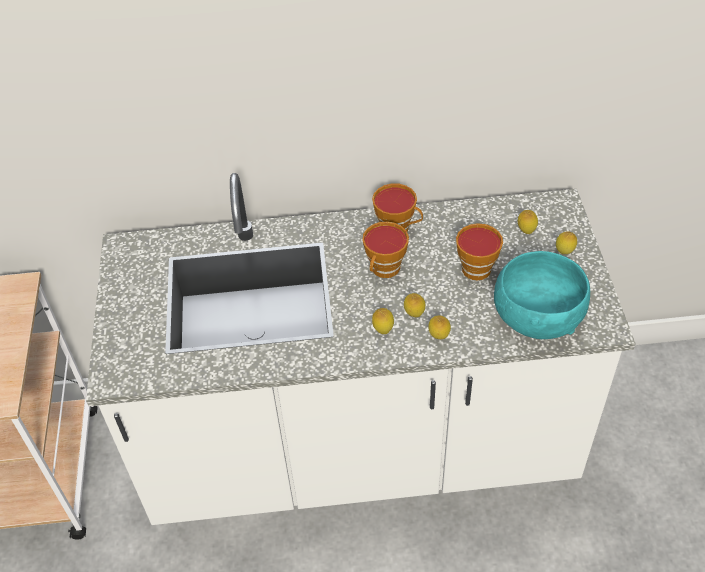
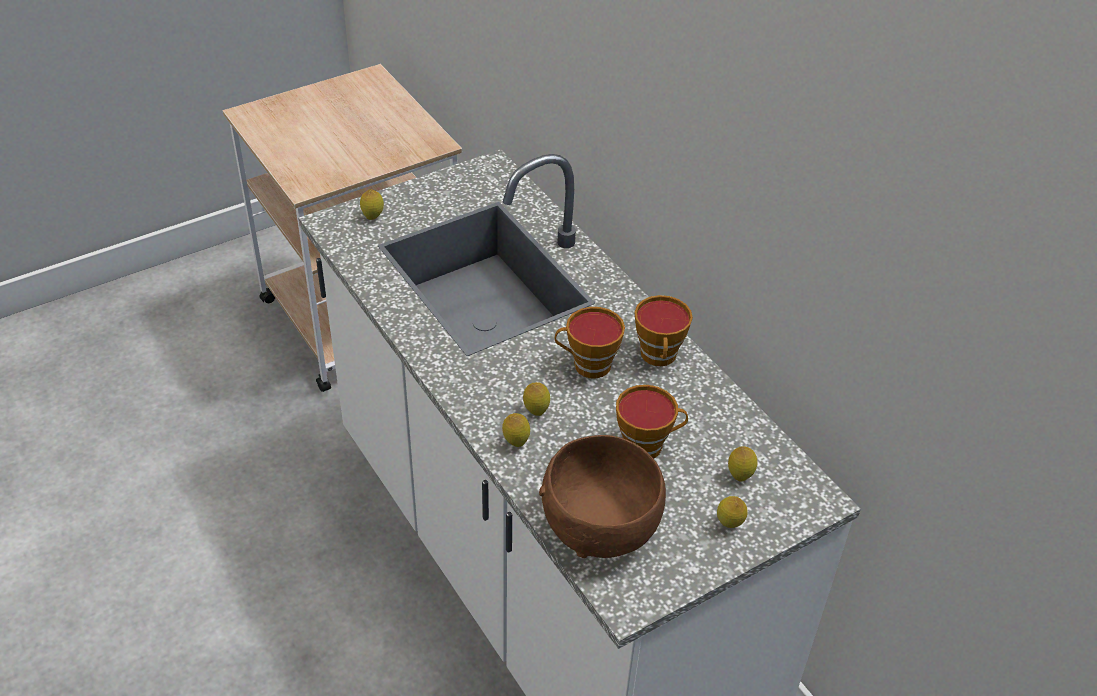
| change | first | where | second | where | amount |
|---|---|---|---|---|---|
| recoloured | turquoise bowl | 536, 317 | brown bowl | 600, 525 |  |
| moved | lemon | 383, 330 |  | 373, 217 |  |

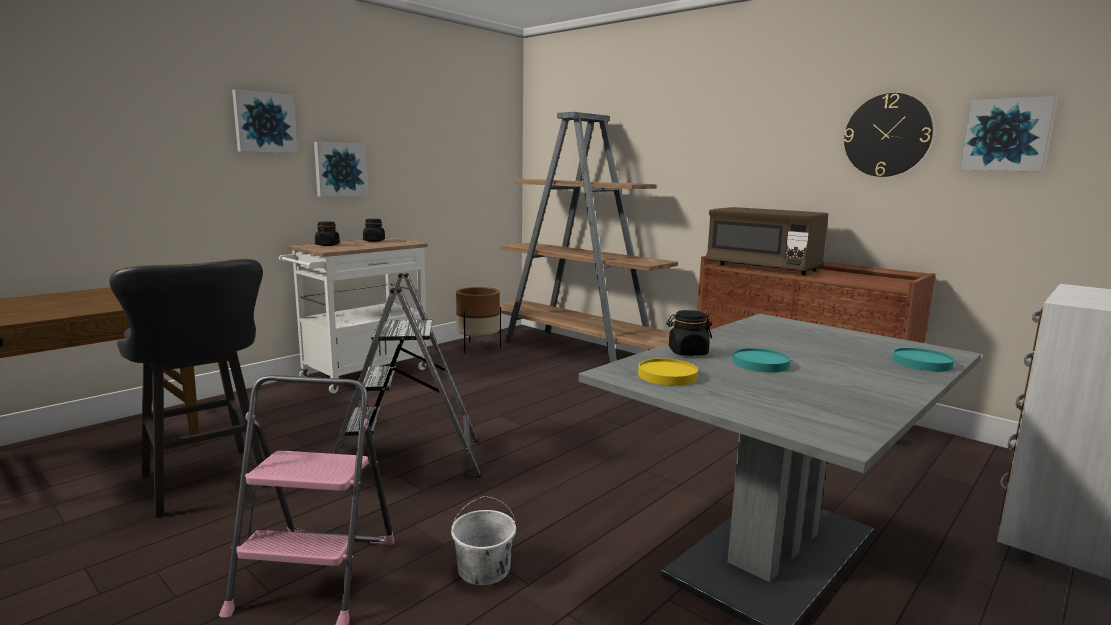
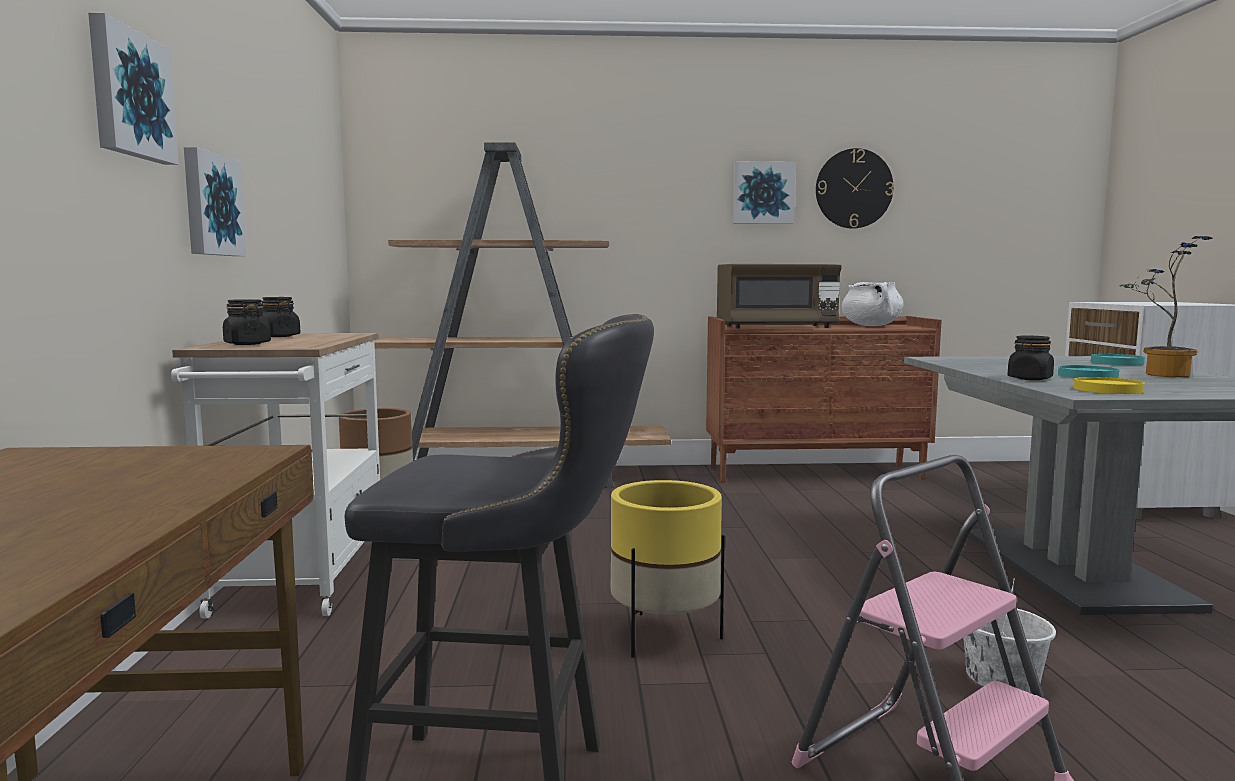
| change | first | where | second | where | amount |
|---|---|---|---|---|---|
| moved | picture | 1006, 135 |  | 763, 193 |  |
| replaced | grey step ladder | 408, 460 | yellow planter | 664, 636 |  |
| added |  |  | potted plant | 1160, 375 |  |
| added |  |  | white cooking pot | 871, 326 |  |

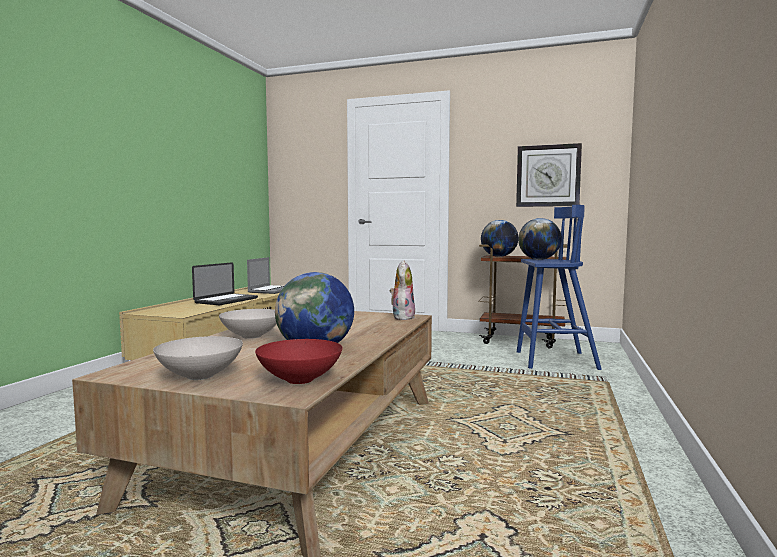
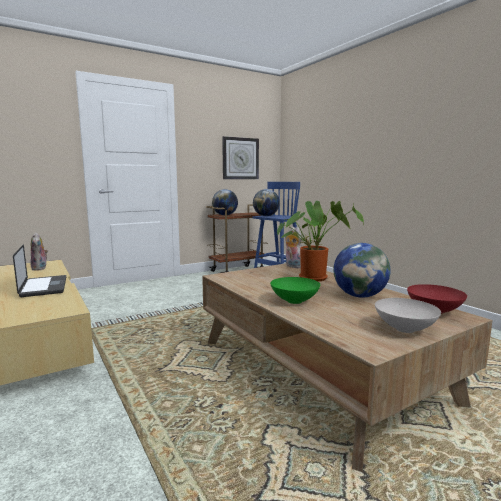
| change | first | where | second | where | amount |
|---|---|---|---|---|---|
| replaced | laptop | 271, 290 | plush toy | 40, 268 |  |
| recoloured | white bowl | 252, 336 | green bowl | 295, 301 |  |
| added |  |  | potted plant | 315, 277 |  |

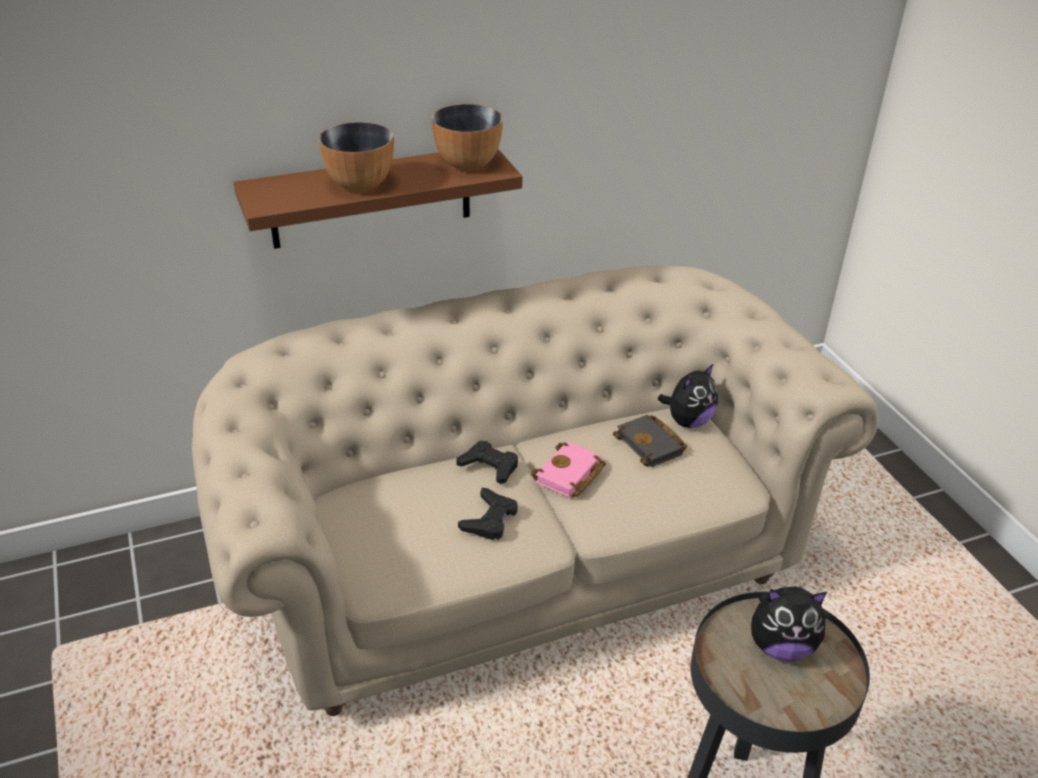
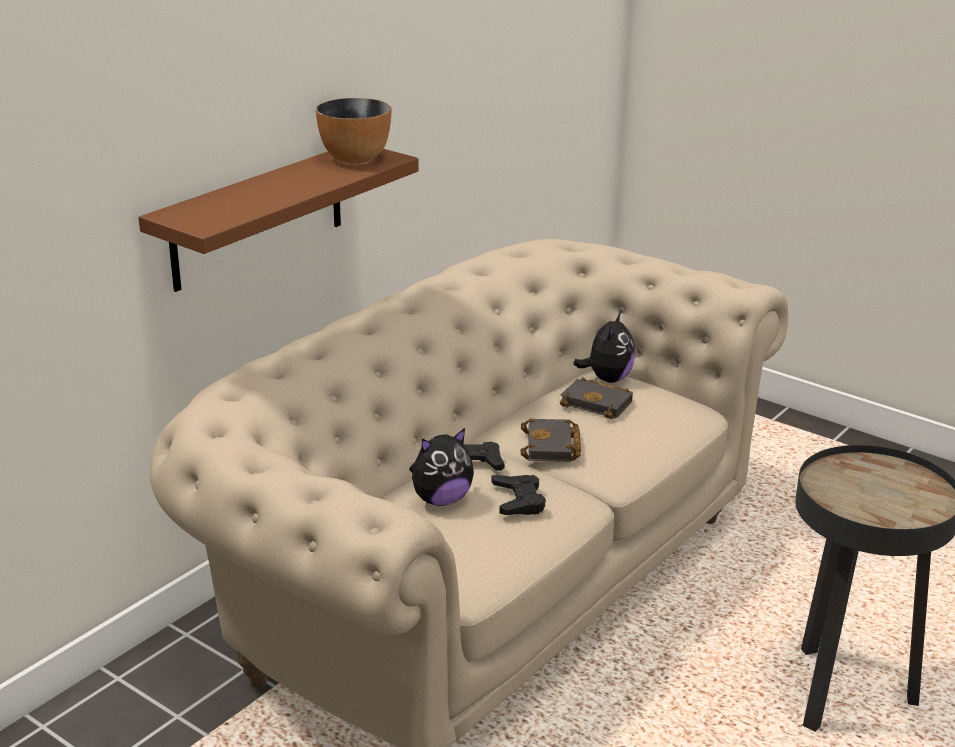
| change | first | where | second | where | amount |
|---|---|---|---|---|---|
| removed | bowl | 360, 184 |  |  |  |
| recoloured | pink book | 569, 476 | black book | 552, 447 |  |
| moved | plush toy | 781, 646 |  | 441, 500 |  |

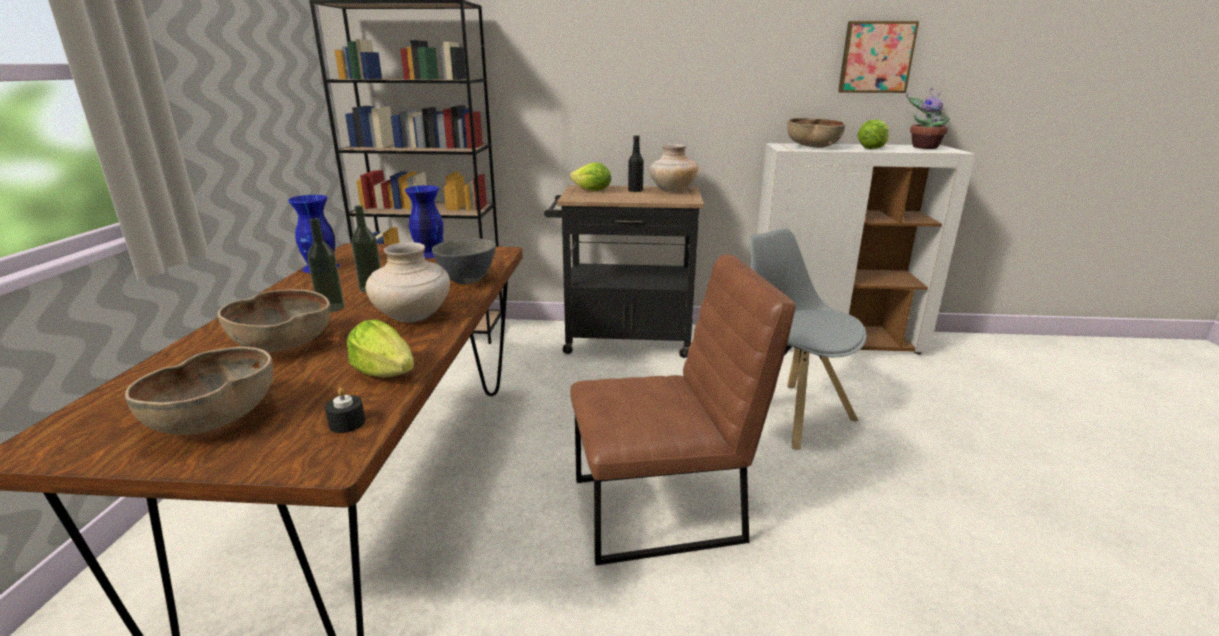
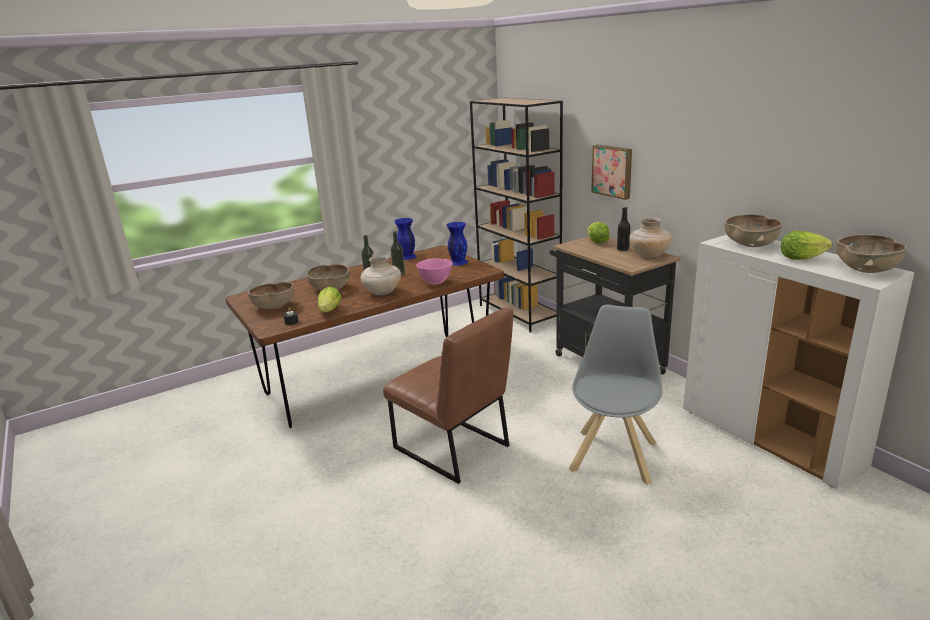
| change | first | where | second | where | amount |
|---|---|---|---|---|---|
| moved | picture | 876, 57 |  | 613, 171 |  |
| replaced | potted plant | 923, 147 | brown bowl | 866, 269 |  |
| recoloured | grey bowl | 466, 281 | pink bowl | 435, 283 |  |

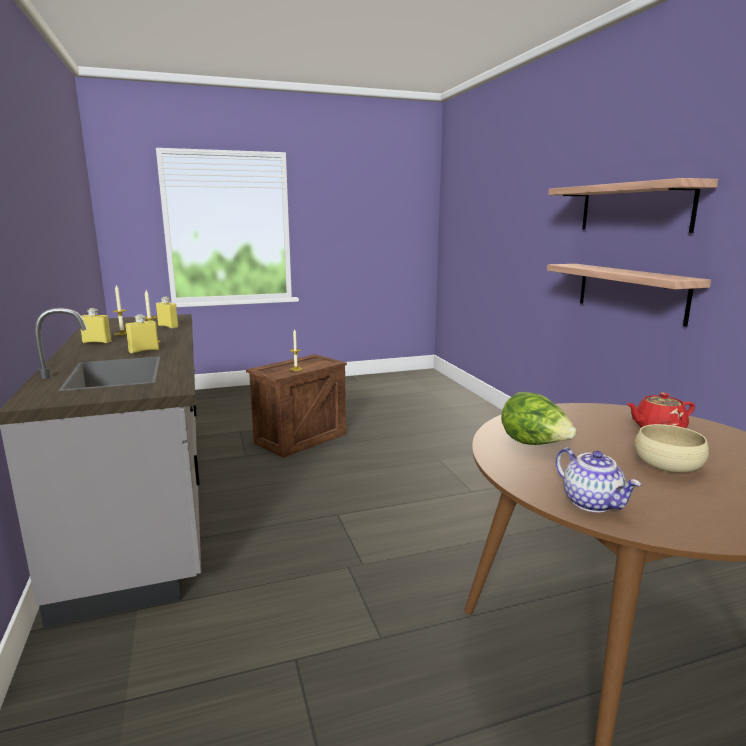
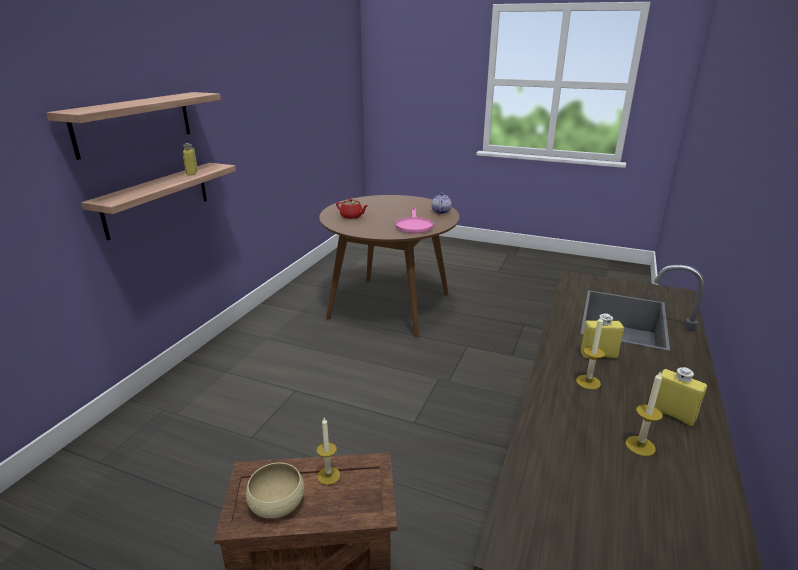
| change | first | where | second | where | amount |
|---|---|---|---|---|---|
| moved | yellow bottle | 168, 326 |  | 192, 173 |  |
| replaced | lettuce | 534, 444 | pink frying pan | 413, 226 |  |
| moved | beige bowl | 667, 465 |  | 277, 502 |  |

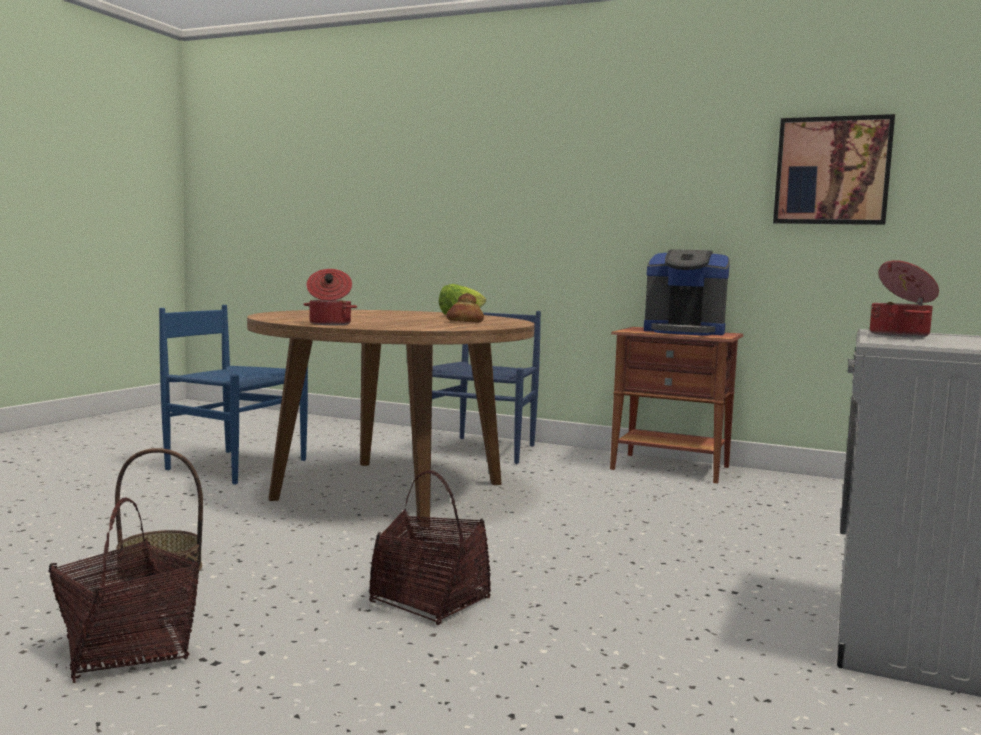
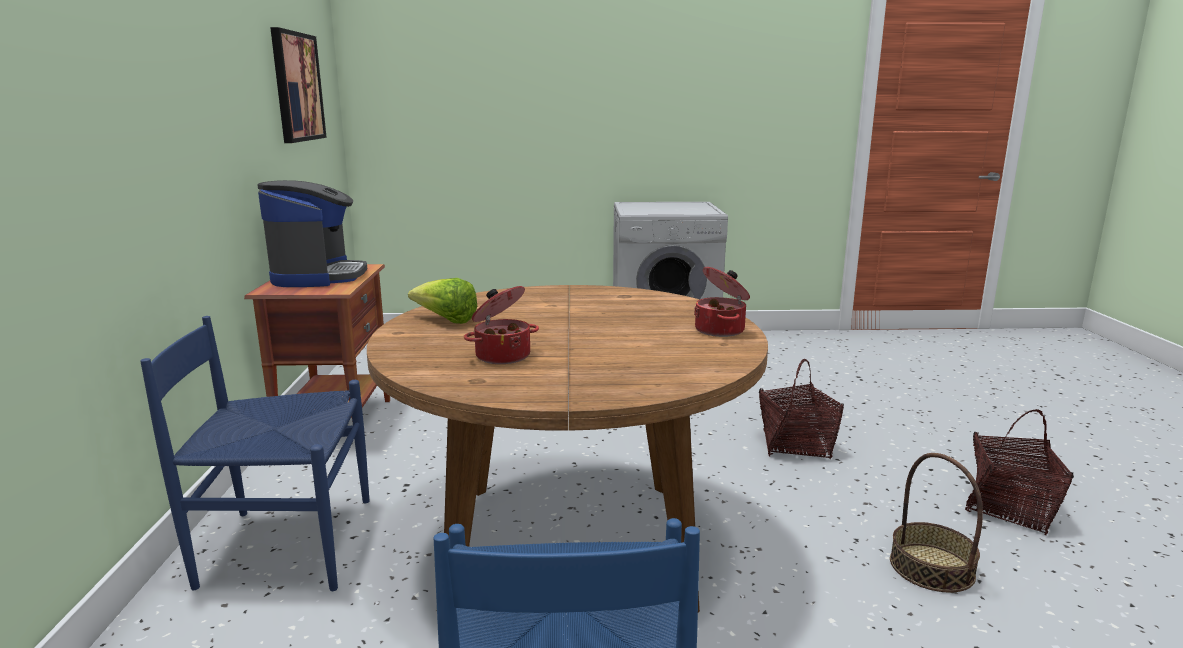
| change | first | where | second | where | amount |
|---|---|---|---|---|---|
| moved | cooking pot | 900, 335 |  | 502, 355 |  |
| removed | bread | 464, 322 |  |  |  |

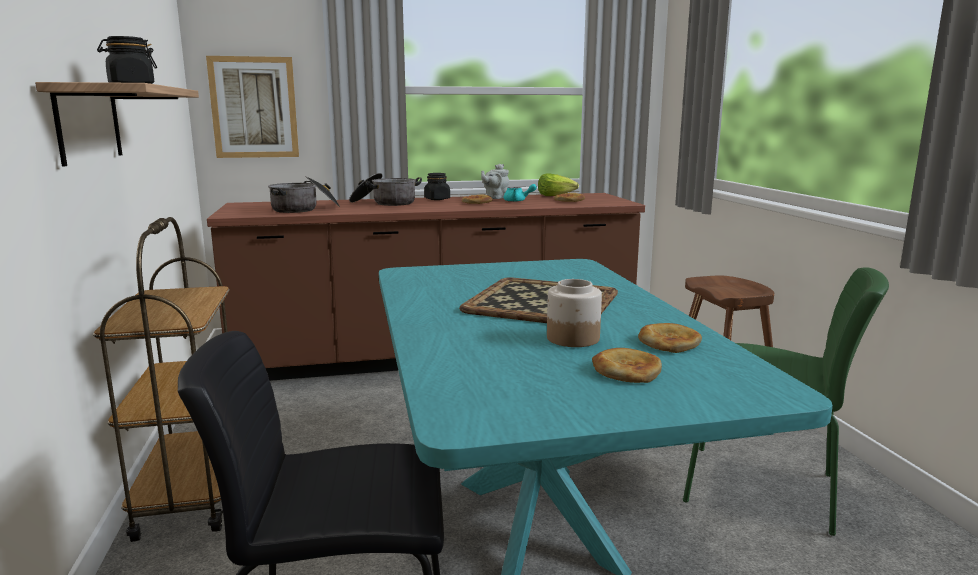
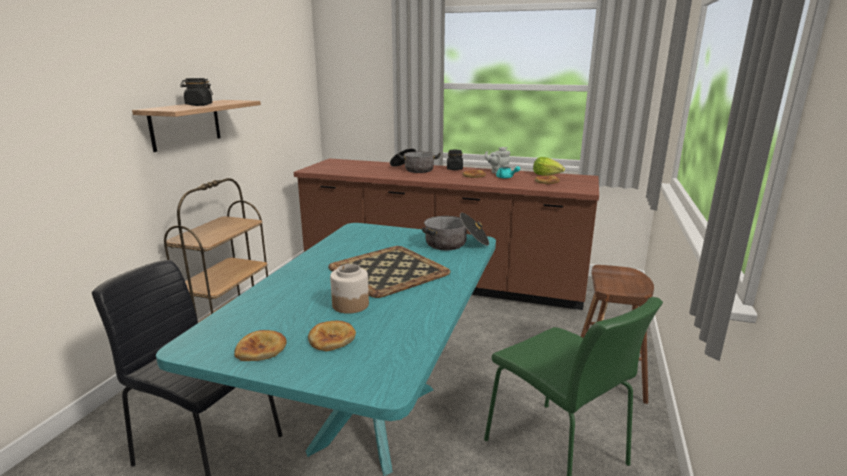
| change | first | where | second | where | amount |
|---|---|---|---|---|---|
| removed | picture | 254, 107 |  |  |  |
| moved | cooking pot | 305, 209 |  | 456, 244 |  |
| moved | bread | 669, 342 |  | 261, 349 |  |

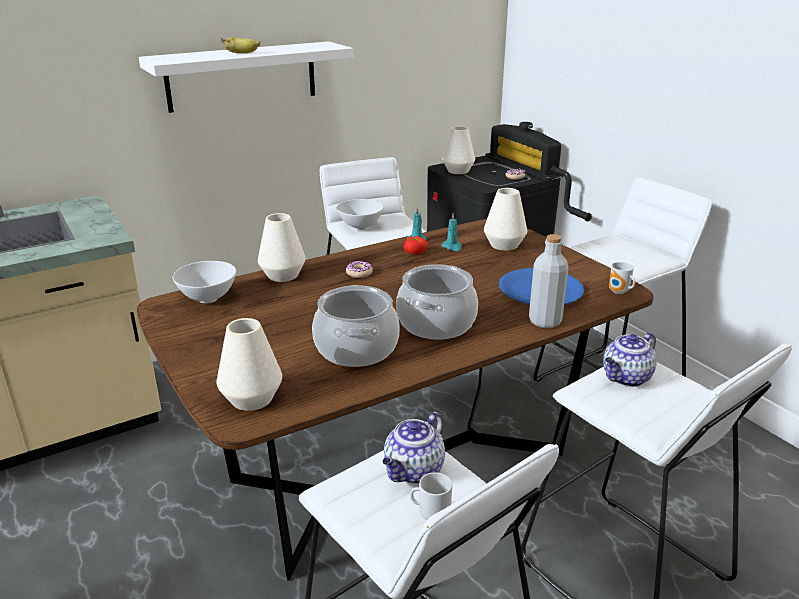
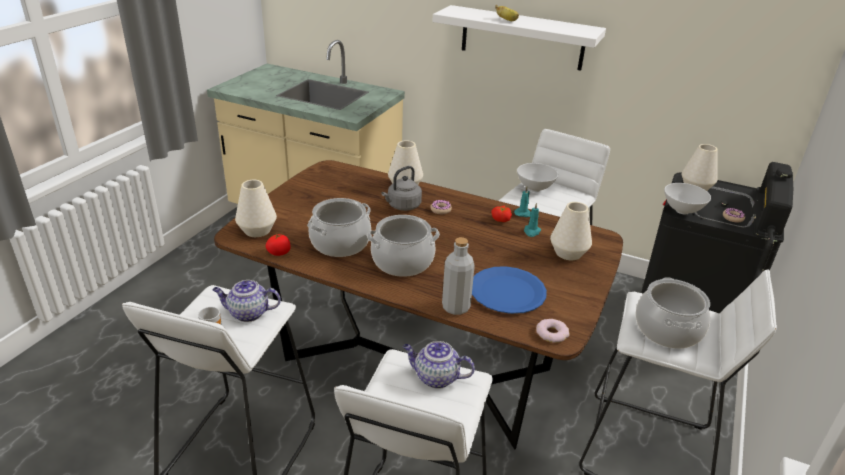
| change | first | where | second | where | amount |
|---|---|---|---|---|---|
| moved | white bowl | 207, 299 |  | 682, 210 |  |
| replaced | mug | 619, 292 | donut | 552, 333 |  |
| added |  |  | grey kettle | 402, 206 |  |
| added |  |  | tomato | 279, 253 |  |
| added |  |  | cooking pot | 668, 330 |  |

